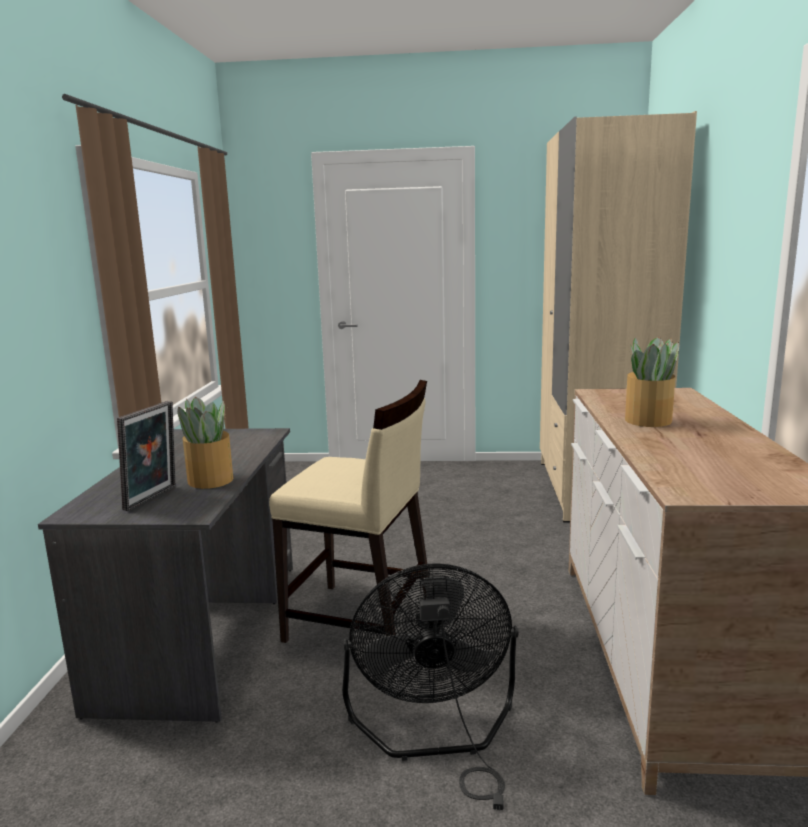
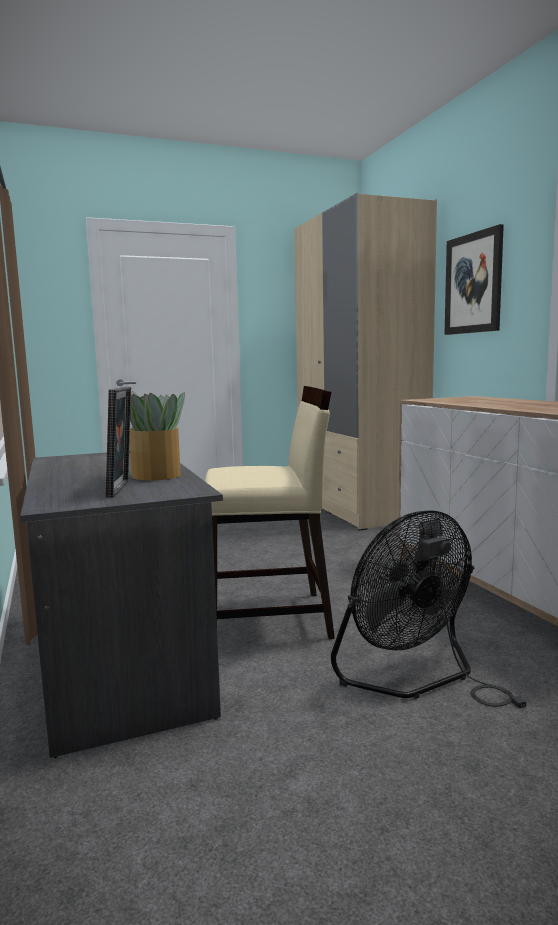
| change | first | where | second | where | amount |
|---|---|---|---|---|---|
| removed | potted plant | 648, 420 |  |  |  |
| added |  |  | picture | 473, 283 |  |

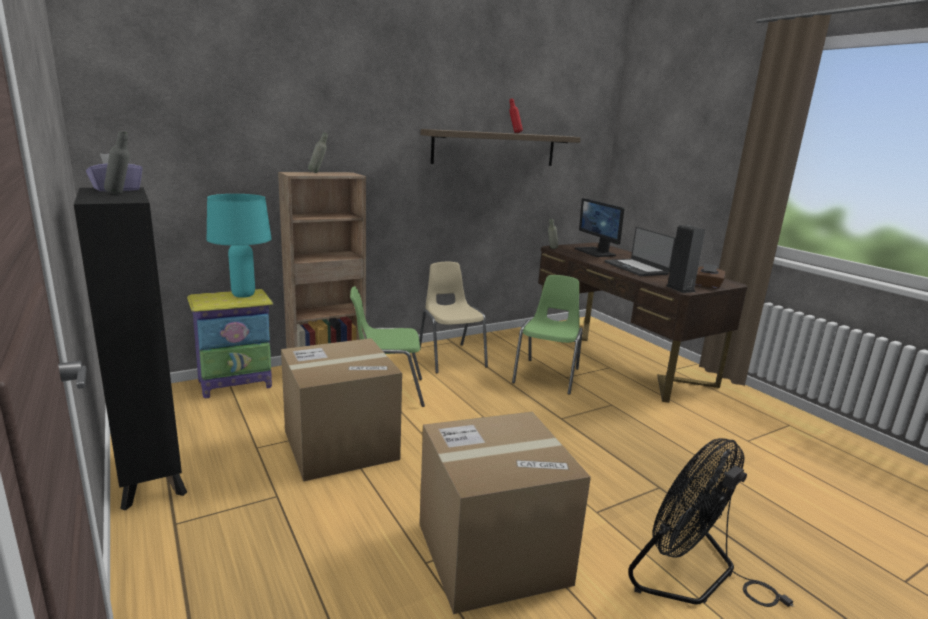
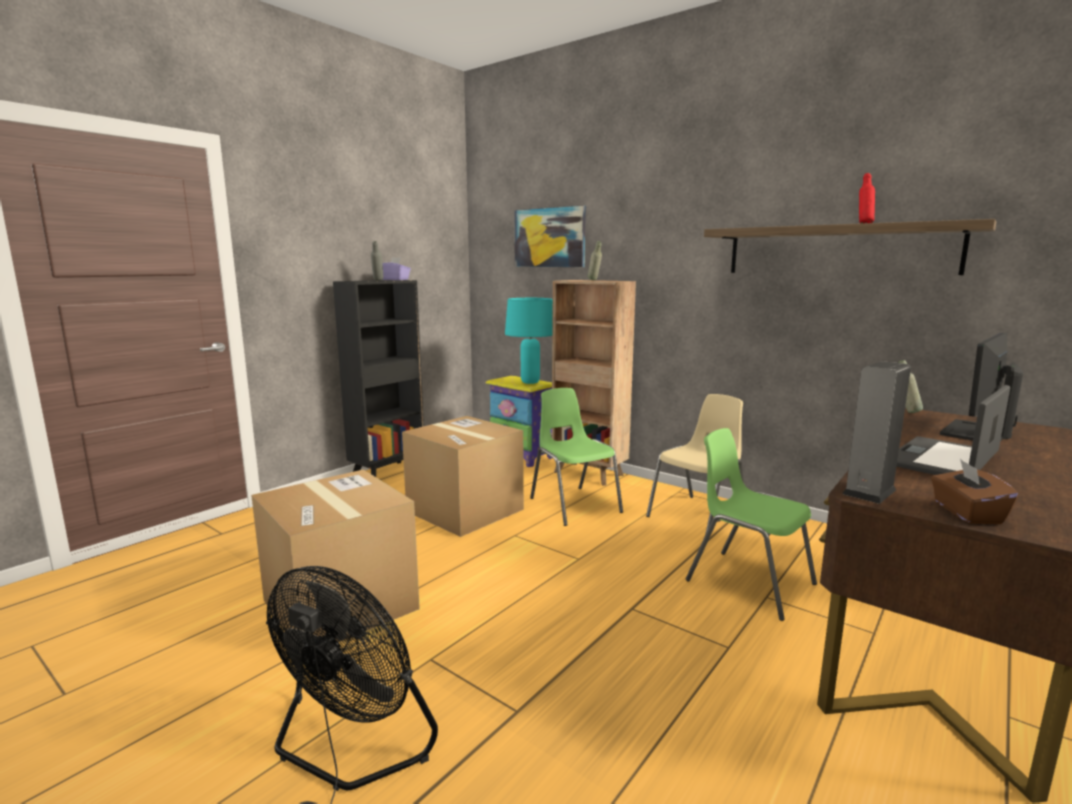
| change | first | where | second | where | amount |
|---|---|---|---|---|---|
| turned | green chair | 548, 375 |  | 748, 582 | 135 degrees counterclockwise |
| added |  |  | picture | 549, 237 |  |

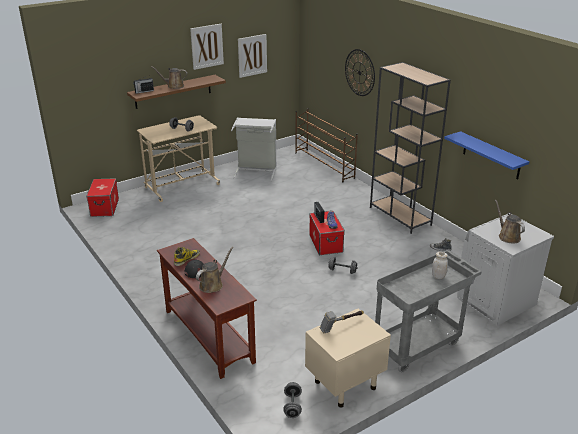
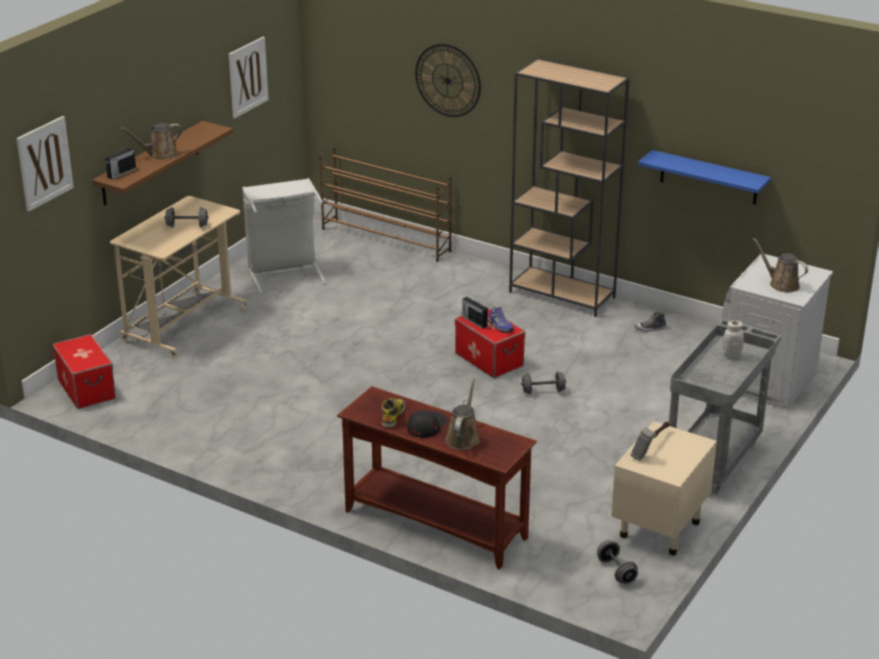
| change | first | where | second | where | amount |
|---|---|---|---|---|---|
| moved | picture | 207, 46 |  | 44, 163 |  |

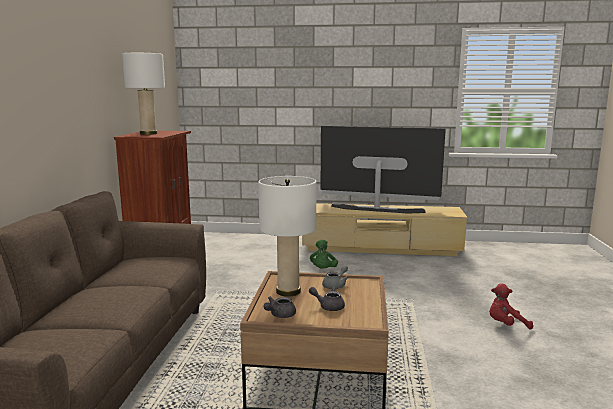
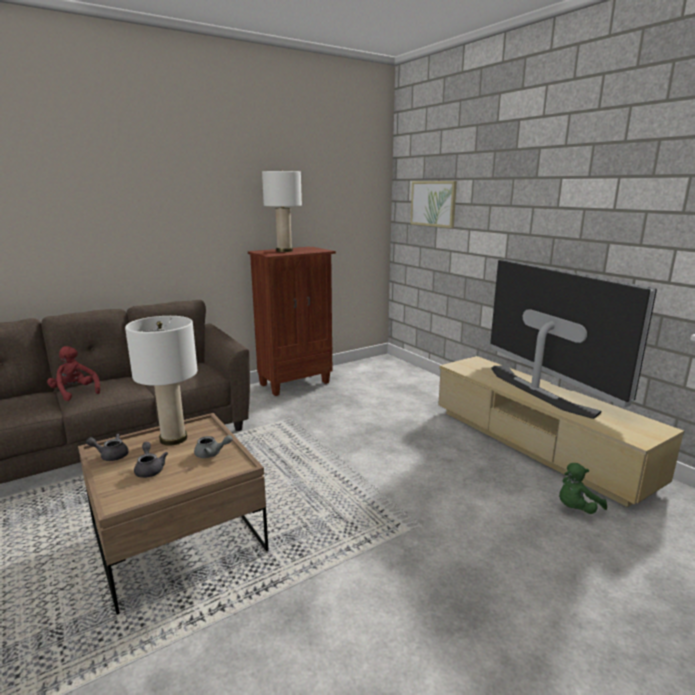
| change | first | where | second | where | amount |
|---|---|---|---|---|---|
| moved | green plush toy | 323, 270 |  | 576, 508 |  |
| moved | red plush toy | 506, 325 |  | 75, 392 |  |
| added |  |  | picture | 433, 203 |  |

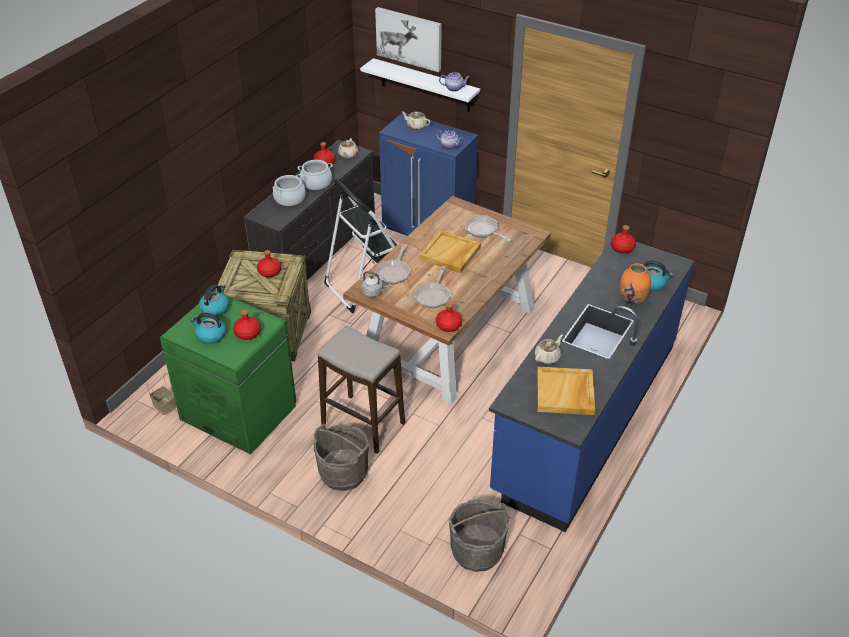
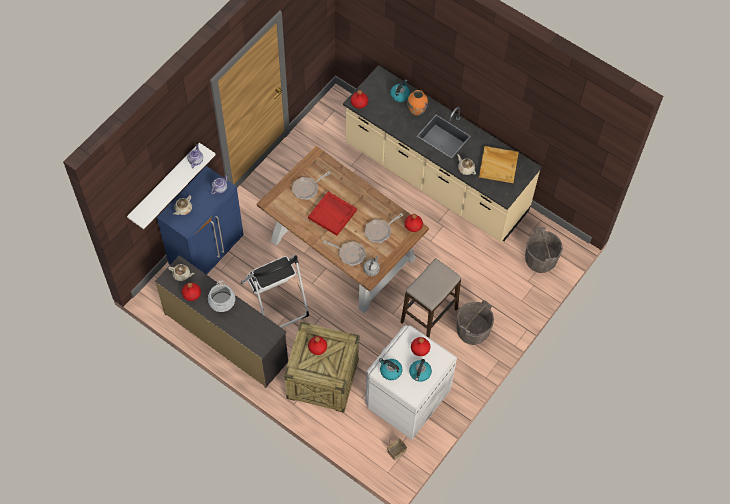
| change | first | where | second | where | amount |
|---|---|---|---|---|---|
| removed | picture | 409, 38 |  |  |  |
| removed | cooking pot | 290, 199 |  |  |  |
| recoloured | beige tray | 450, 254 | red tray | 333, 214 |  |
| recoloured | blue counter | 585, 416 | beige counter | 435, 179 |  |
| turned | frying pan | 433, 295 |  | 380, 231 | 120 degrees clockwise |
| recoloured | green washing machine | 240, 409 | white washing machine | 406, 397 |  |

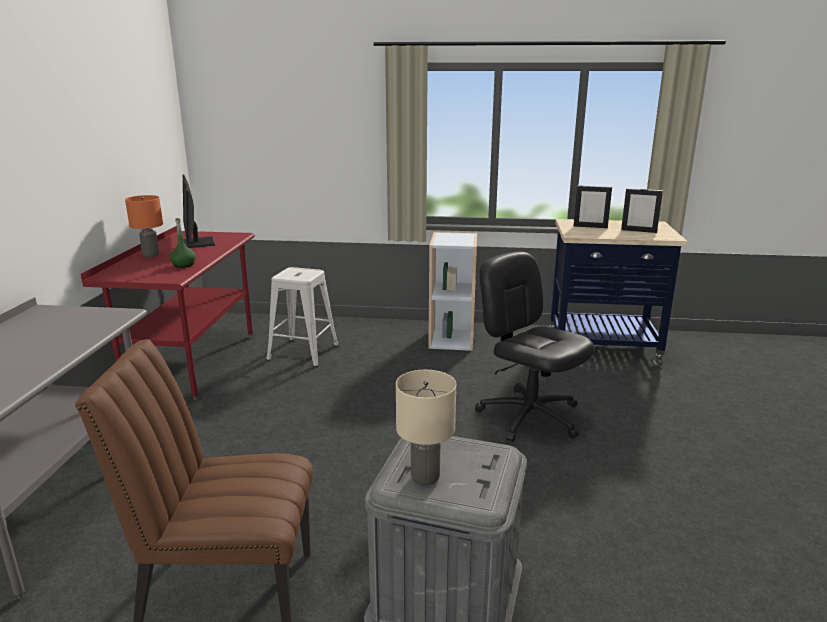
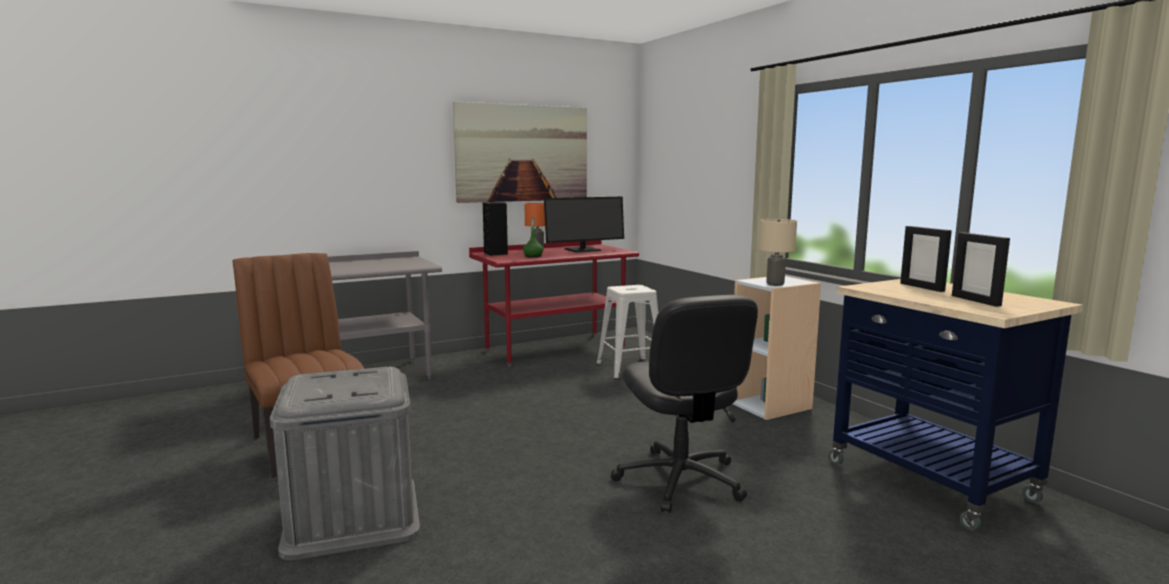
| change | first | where | second | where | amount |
|---|---|---|---|---|---|
| turned | monitor | 195, 243 |  | 583, 250 | 150 degrees counterclockwise |
| turned | black office chair | 530, 416 |  | 679, 480 | 150 degrees clockwise |
| moved | beige table lamp | 426, 477 |  | 776, 284 |  |
| added |  |  | picture | 522, 153 |  |
| added |  |  | black speaker | 496, 254 |  |

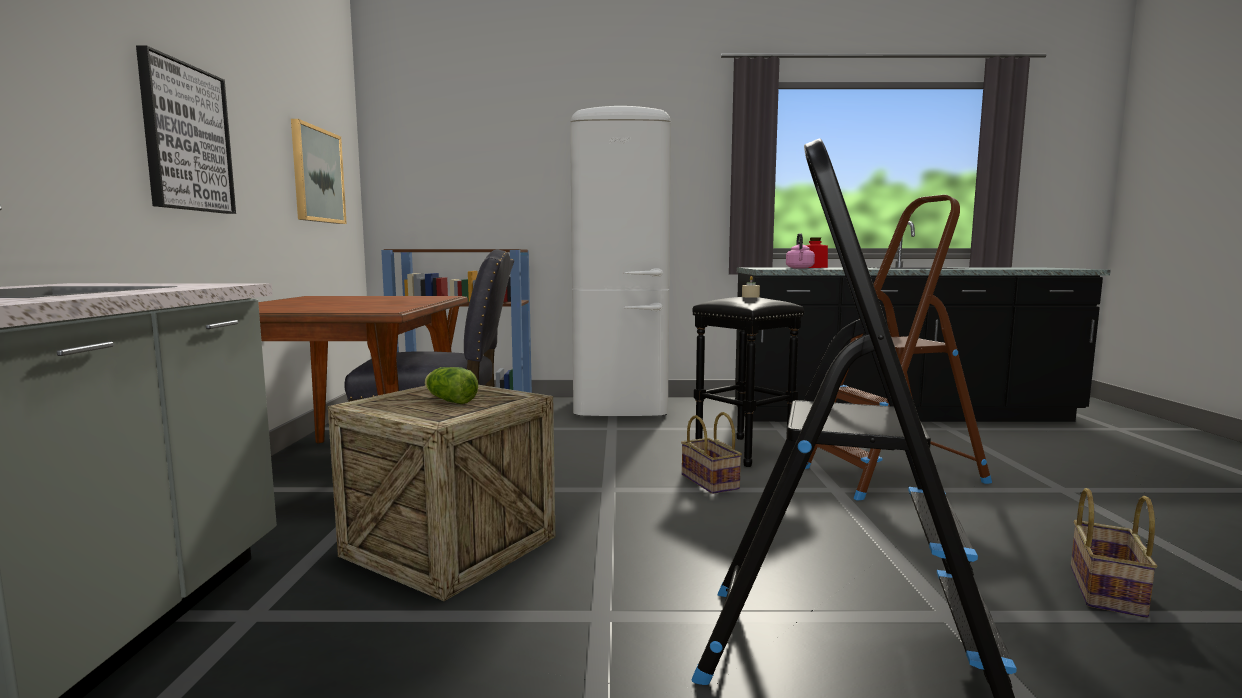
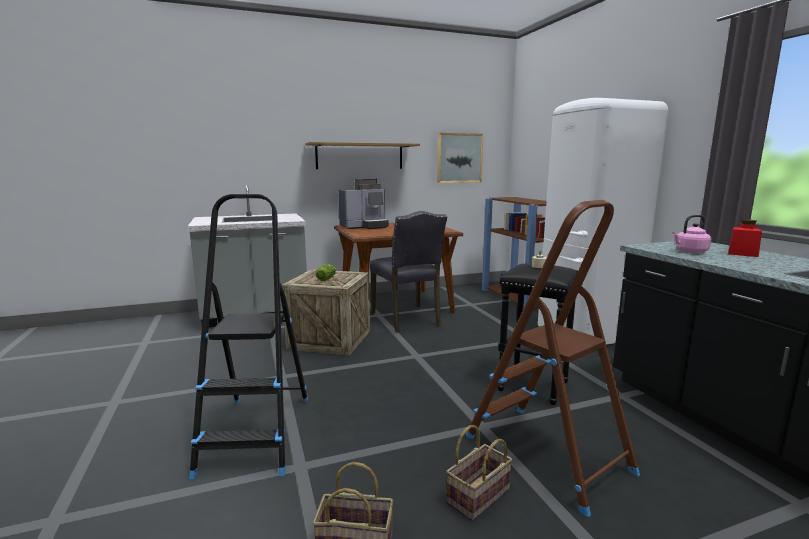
| change | first | where | second | where | amount |
|---|---|---|---|---|---|
| replaced | picture | 186, 138 | shelf | 360, 156 |  |
| moved | basket | 711, 482 |  | 478, 498 |  |
| added |  |  | coffee machine | 365, 227 |  |

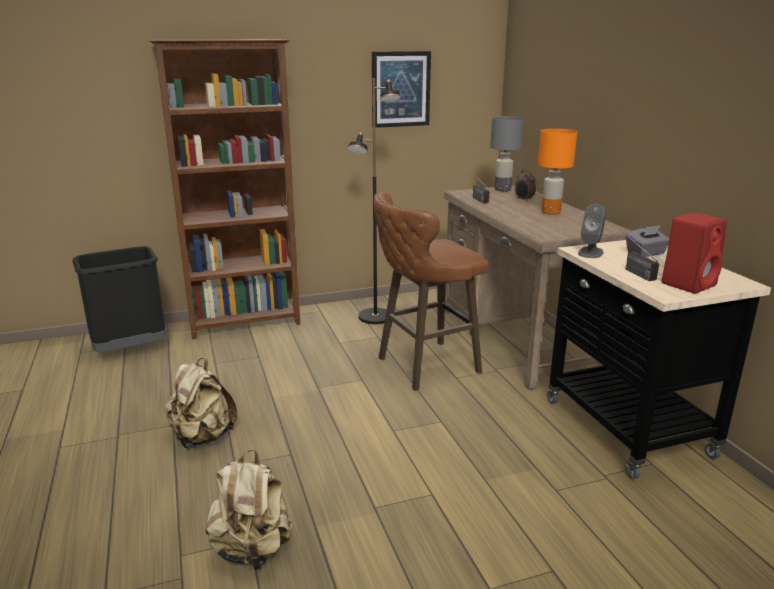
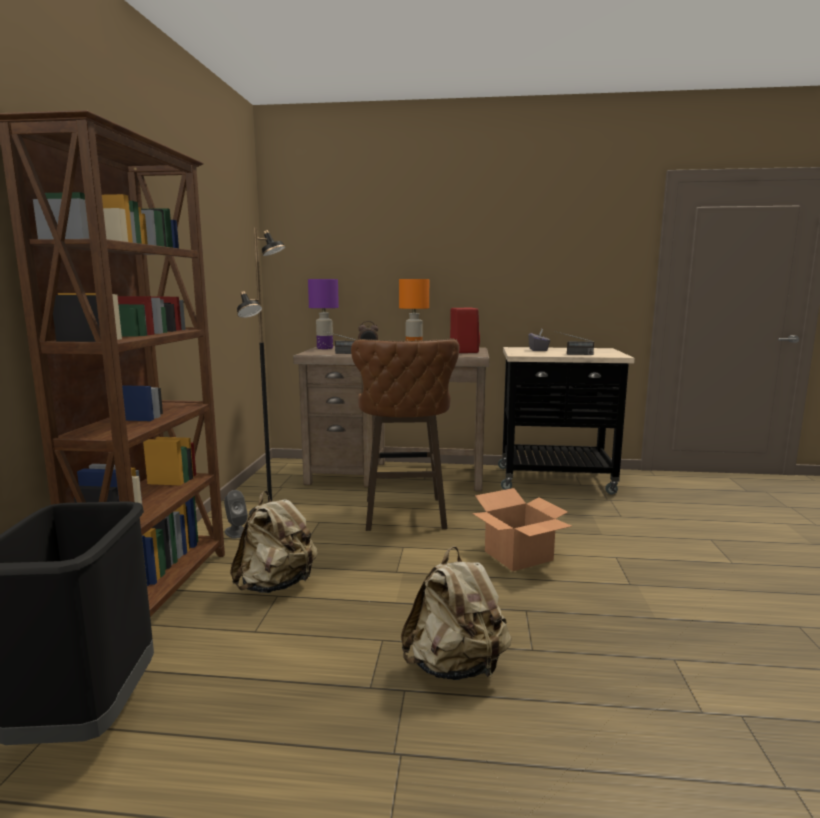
| change | first | where | second | where | amount |
|---|---|---|---|---|---|
| removed | picture | 400, 89 |  |  |  |
| recoloured | grey table lamp | 503, 189 | purple table lamp | 325, 348 |  |
| moved | grey speaker | 590, 252 |  | 236, 532 |  |
| moved | red speaker | 689, 284 |  | 463, 351 |  |
| moved | beige backpack | 253, 550 |  | 276, 585 |  |
| added |  |  | cardboard box | 519, 555 |  |

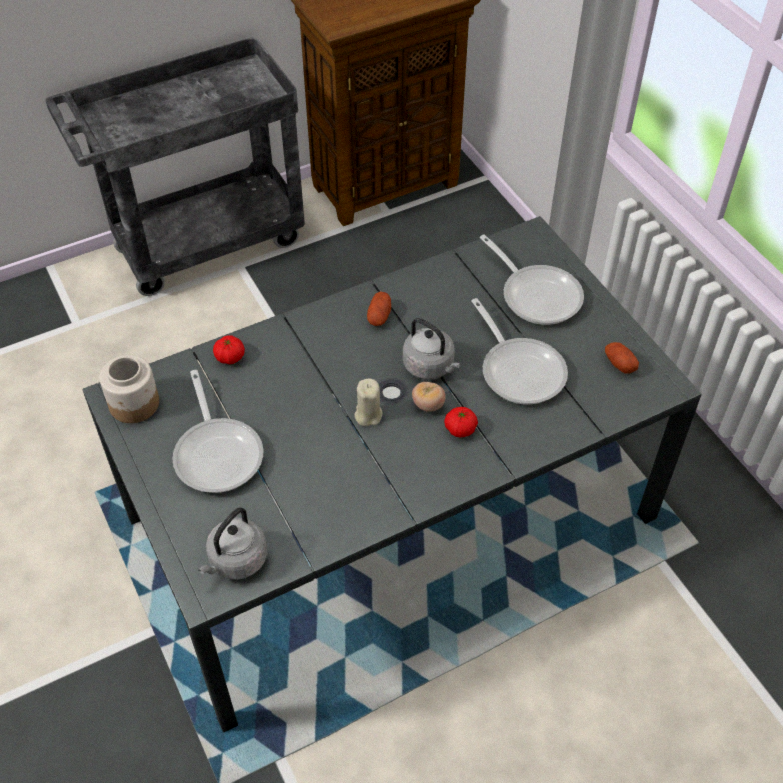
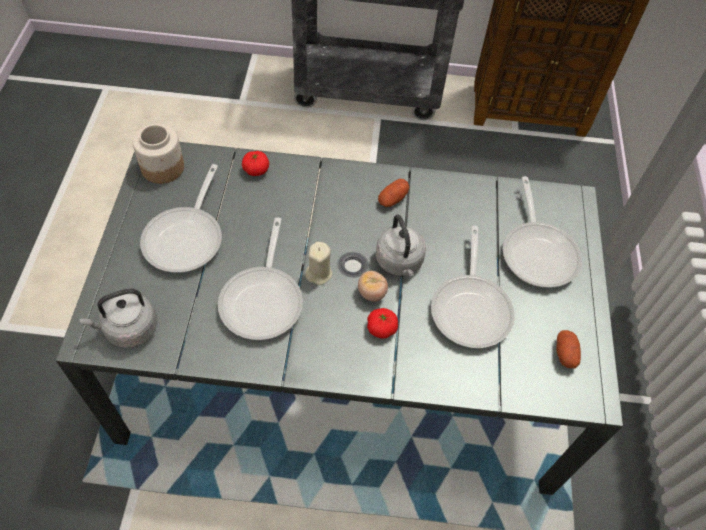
| change | first | where | second | where | amount |
|---|---|---|---|---|---|
| added |  |  | frying pan | 263, 299 |  |

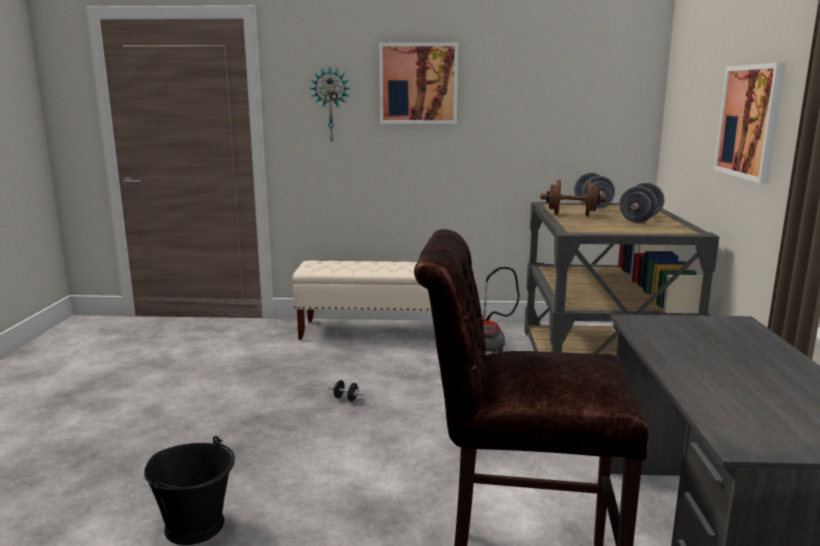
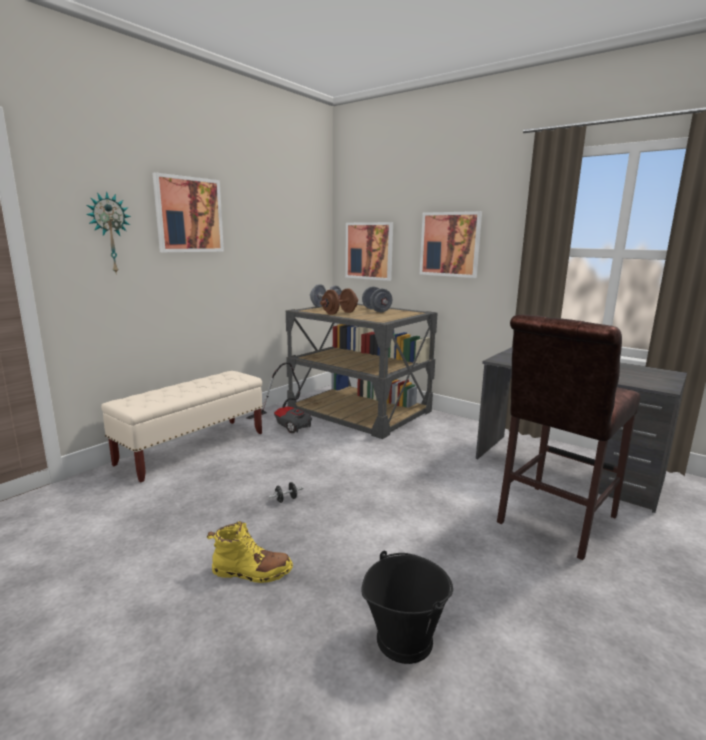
| change | first | where | second | where | amount |
|---|---|---|---|---|---|
| added |  |  | picture | 369, 251 |  |
| added |  |  | yellow boot | 252, 572 |  |

